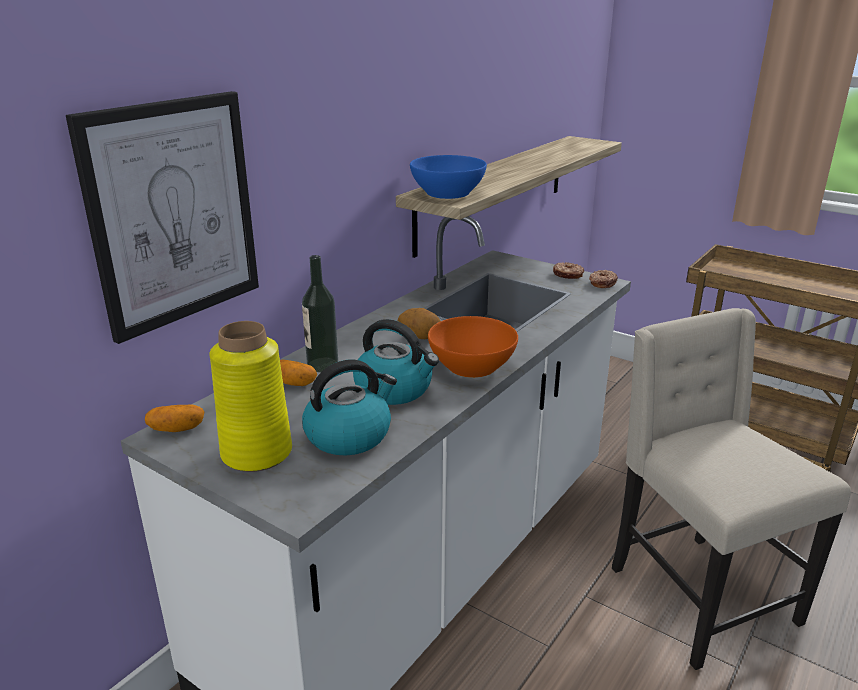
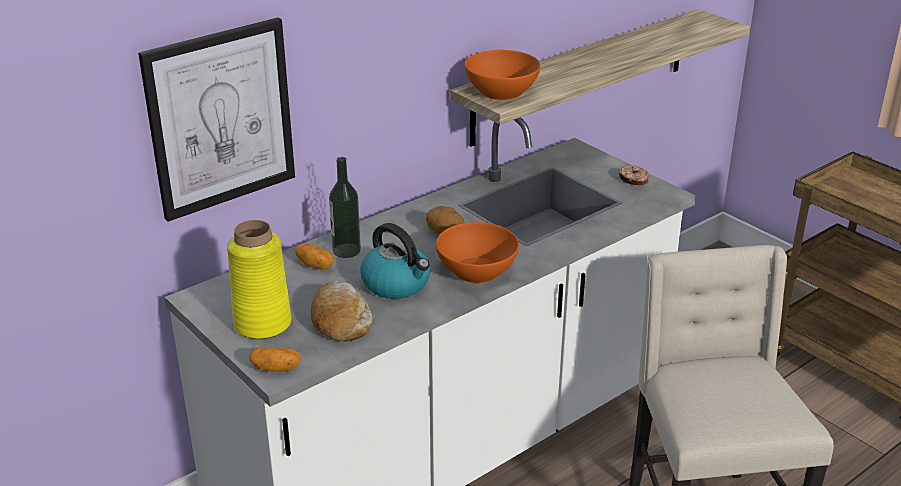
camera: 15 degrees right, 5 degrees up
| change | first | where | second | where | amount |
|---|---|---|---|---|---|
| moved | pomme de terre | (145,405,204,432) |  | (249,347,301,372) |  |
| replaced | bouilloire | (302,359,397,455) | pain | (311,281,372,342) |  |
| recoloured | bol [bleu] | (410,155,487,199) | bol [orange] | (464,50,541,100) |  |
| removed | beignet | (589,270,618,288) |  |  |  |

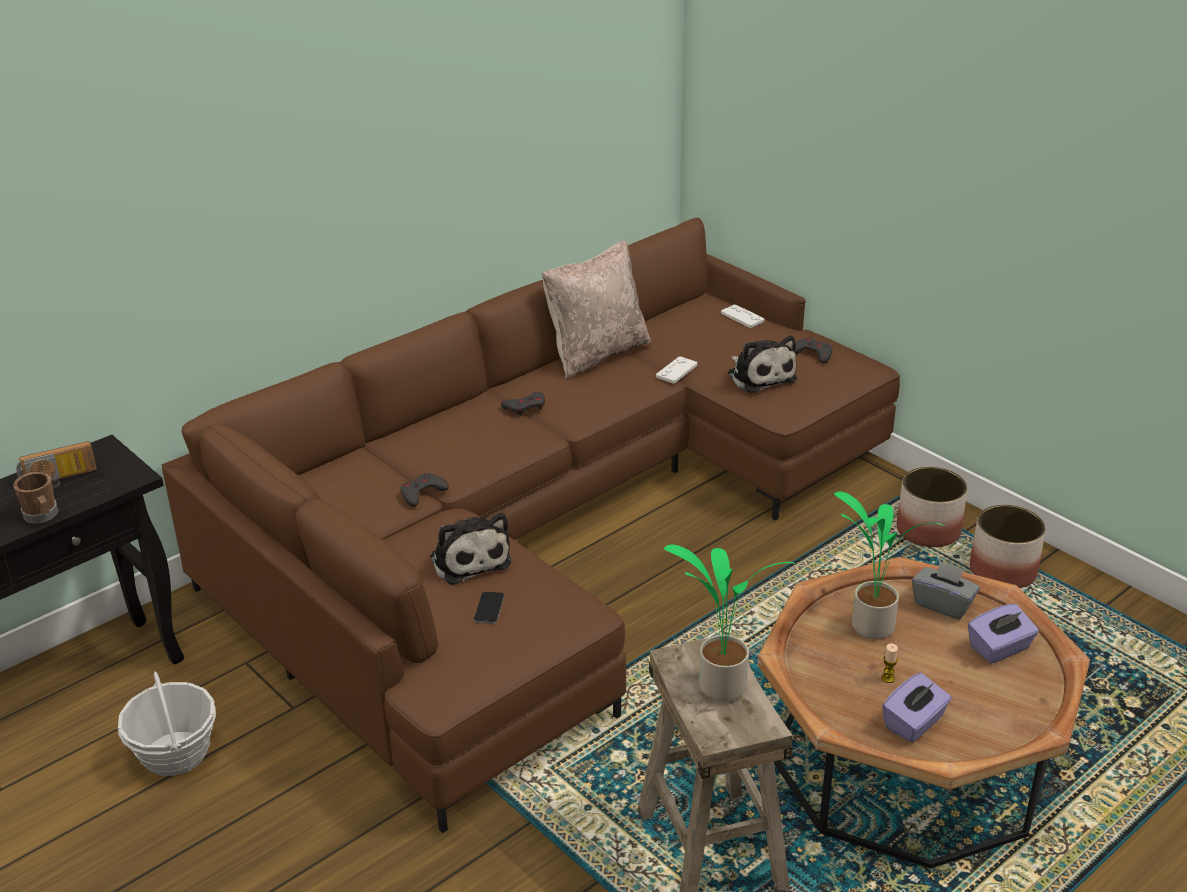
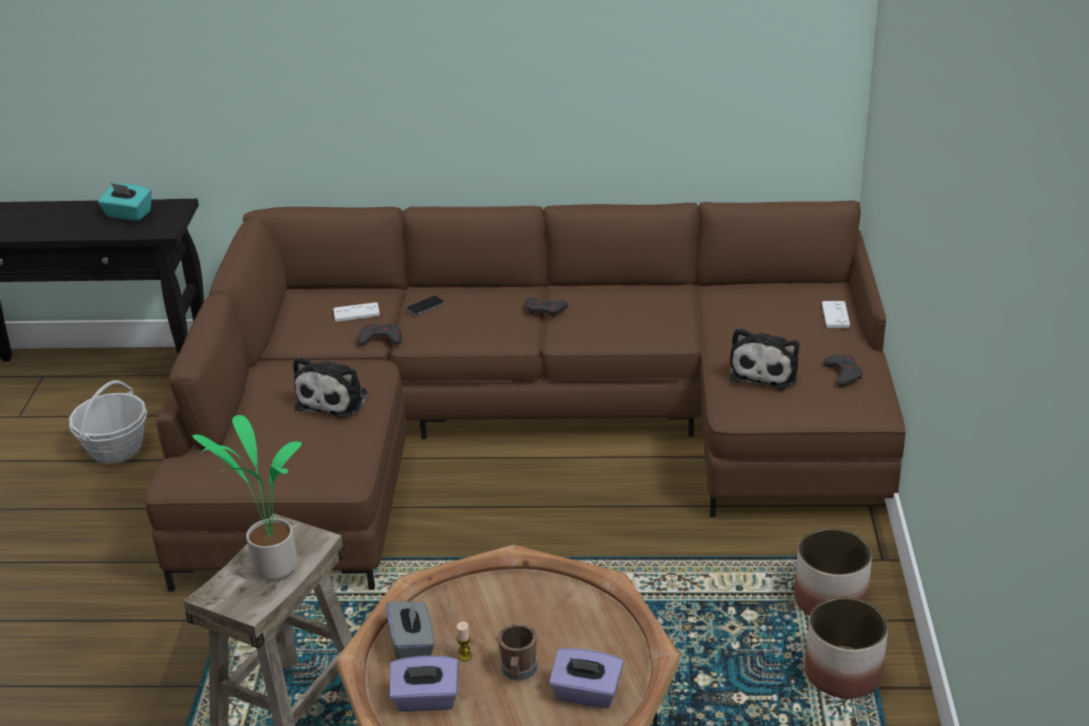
camera: 45 degrees right, 0 degrees up
| change | first | where | second | where | amount |
|---|---|---|---|---|---|
| replaced | radio | (16,441,97,489) | boîte à mouchoirs [turquoise] | (98,183,152,221) |  |
| moved | manette [blanc] | (656,356,698,383) |  | (333,302,380,322) |  |
| moved | boîte à mouchoirs [gris] | (912,560,980,620) |  | (386,599,434,660) |  |
| moved | téléphone | (474,592,504,624) |  | (406,296,444,315) |  |
| moved | mug [marron] | (13,472,59,524) |  | (498,623,537,681) |  |
| removed | coussin [beige] | (542,241,651,379) |  |  |  |
| removed | plante en pot | (834,492,944,639) |  |  |  |

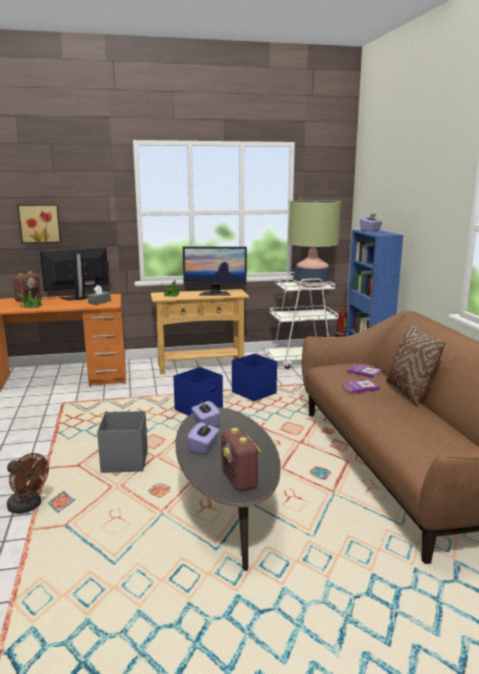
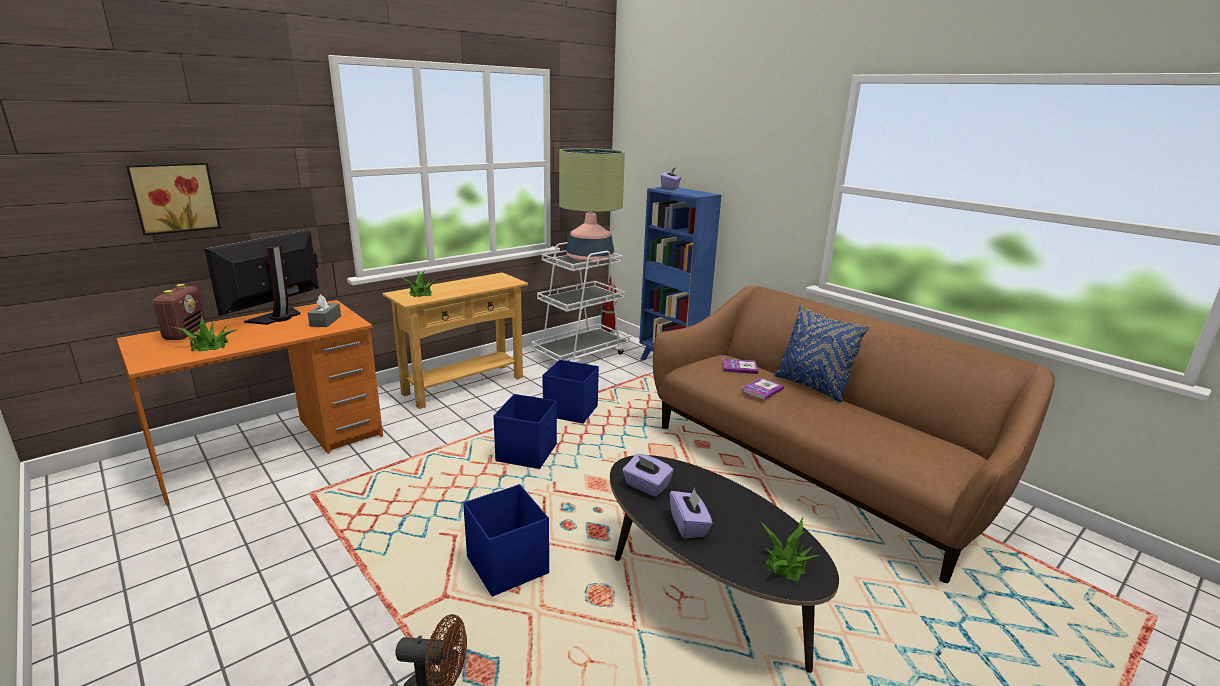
camera: 30 degrees left, 5 degrees up
| change | first | where | second | where | amount |
|---|---|---|---|---|---|
| recoloured | boîte de rangement [gris] | (97,411,148,473) | boîte de rangement [bleu] | (463,484,549,597) |  |
| replaced | radio | (221,428,261,492) | plante en pot | (761,518,819,582) |  |
| recoloured | coussin [marron] | (386,323,446,406) | coussin [bleu] | (774,305,869,402) |  |
| removed | écran d'ordinateur | (183,247,247,296) |  |  |  |

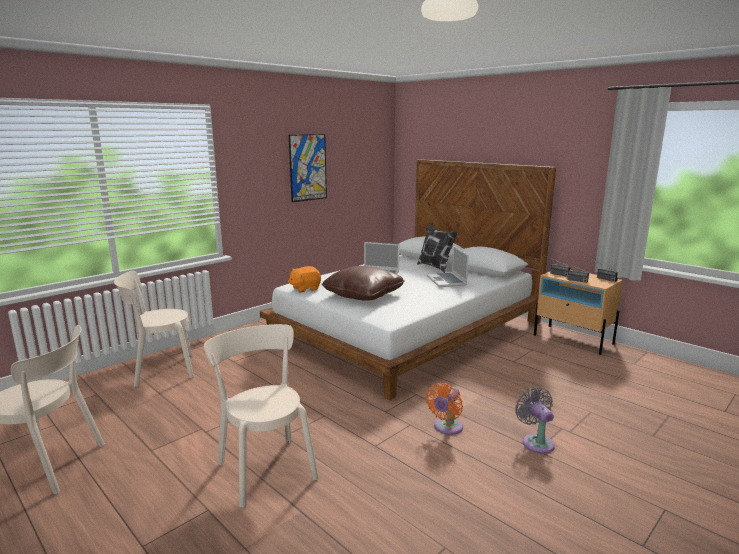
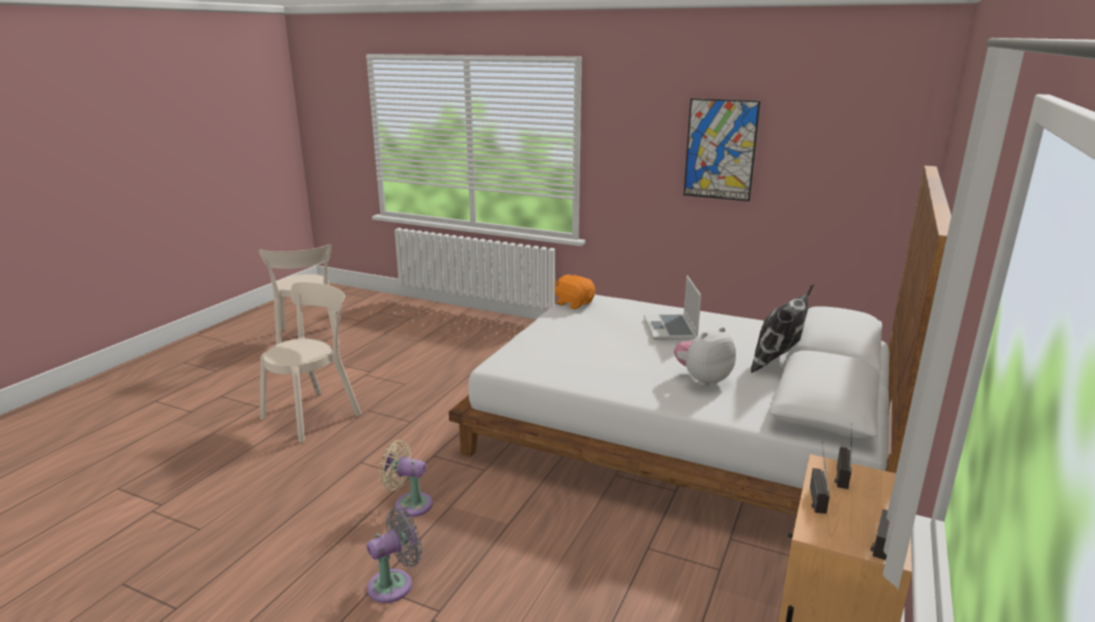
camera: 70 degrees right, 5 degrees up
| change | first | where | second | where | amount |
|---|---|---|---|---|---|
| recoloured | ventilateur [orange] | (426,382,463,435) | ventilateur [beige] | (379,440,433,517) |  |
| replaced | ordinateur portable | (427,246,468,287) | peluche | (674,327,736,386) |  |
| removed | chaise [beige] | (114,271,194,387) |  |  |  |
| removed | coussin [marron] | (322,266,405,301) |  |  |  |

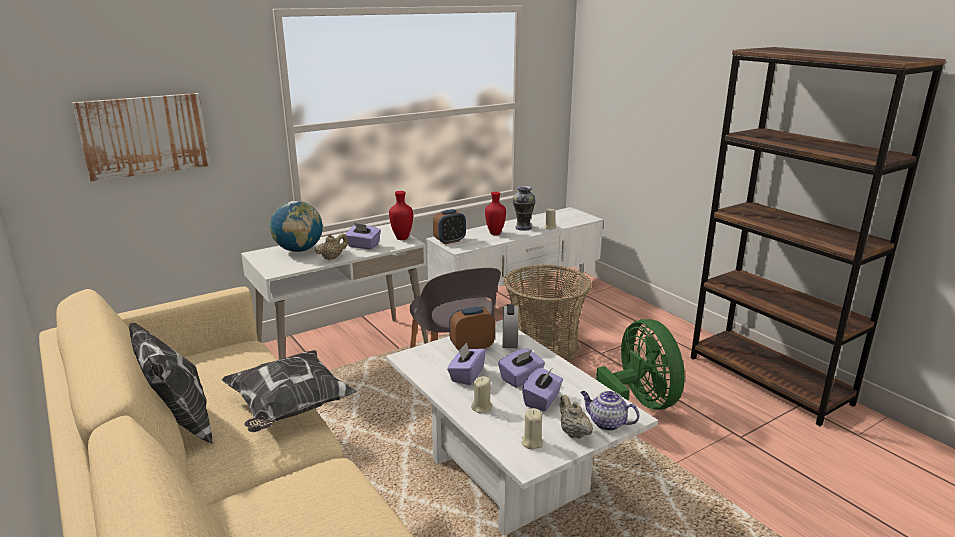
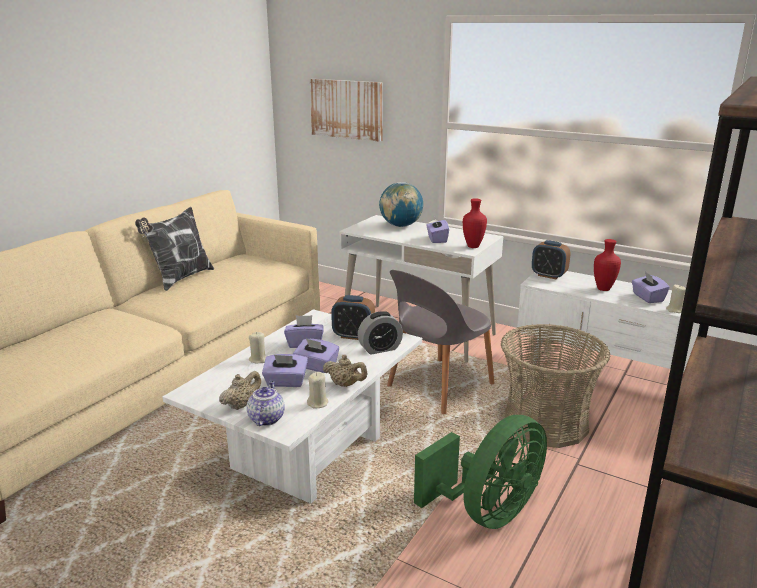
camera: 65 degrees right, 0 degrees up
| change | first | where | second | where | amount |
|---|---|---|---|---|---|
| moved | bougie [beige] | (522,408,543,449) |  | (307,372,329,409) |  |
| moved | théière [beige] | (315,233,348,260) |  | (323,355,367,387) |  |
| turned | réveil | (449,307,495,350) |  | (331,295,375,340) | 150 degrees clockwise |
| replaced | vase | (512,186,536,231) | boîte à mouchoirs [violet] | (632,272,669,303) |  |
| removed | coussin | (221,350,357,432) |  |  |  |

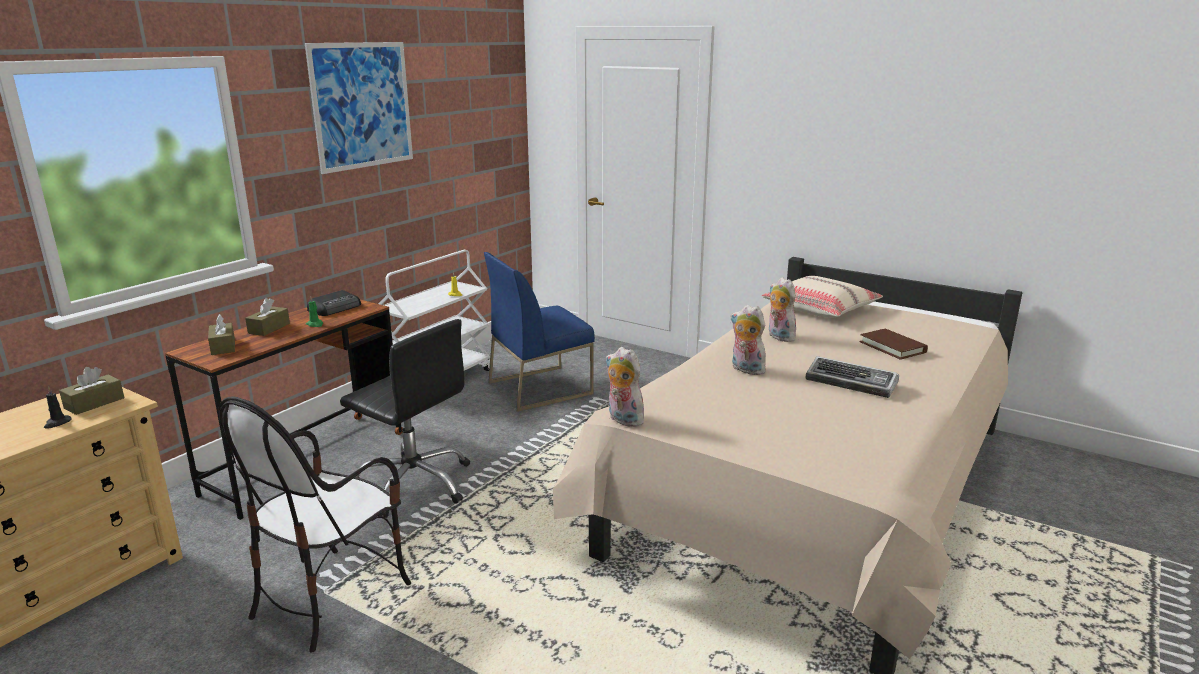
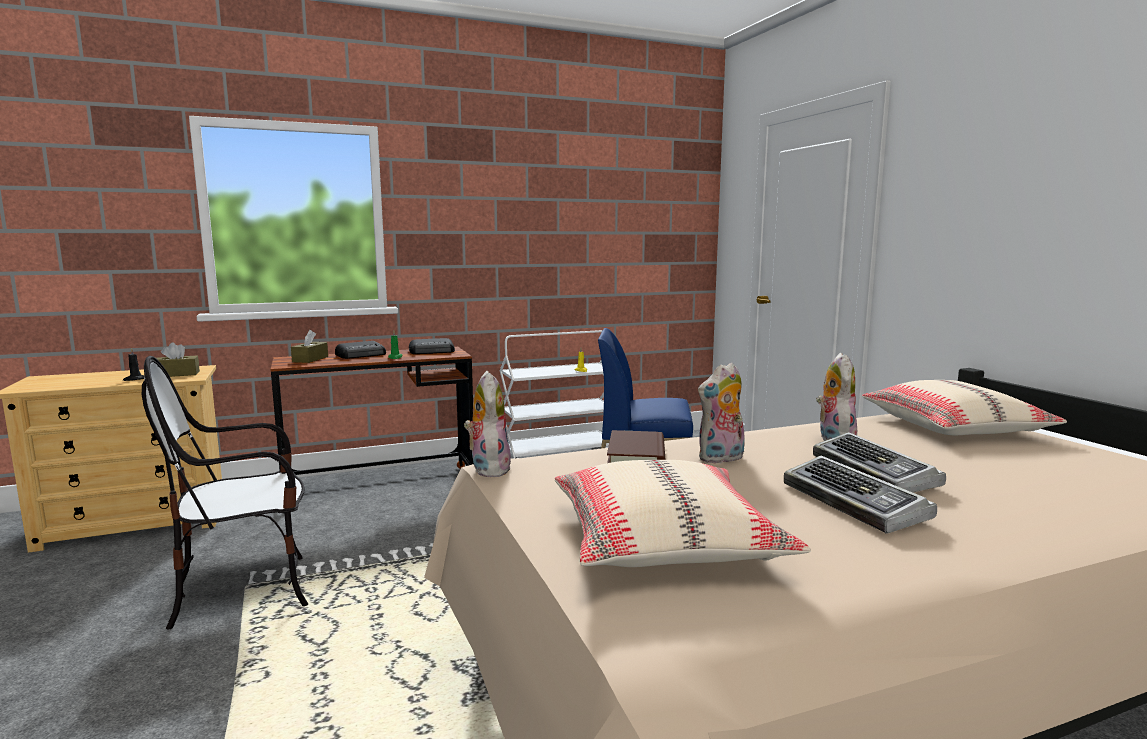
camera: 35 degrees right, 10 degrees down
| change | first | where | second | where | amount |
|---|---|---|---|---|---|
| replaced | boîte à mouchoirs [marron] | (245,298,290,336) | radio | (335,341,386,359) |  |
| added |  |  | coussin [beige] | (555,460,811,567) |  |
| moved | livre [marron] | (860,329,928,360) |  | (607,430,665,463) |  |
| turned | peluche | (730,305,766,375) |  | (698,362,745,464) | 105 degrees counterclockwise |
| added |  |  | clavier | (813,432,946,492) |  |
| removed | tableau | (305,42,413,174) |  |  |  |
| removed | chaise de bureau [noir] | (340,319,470,518) |  |  |  |

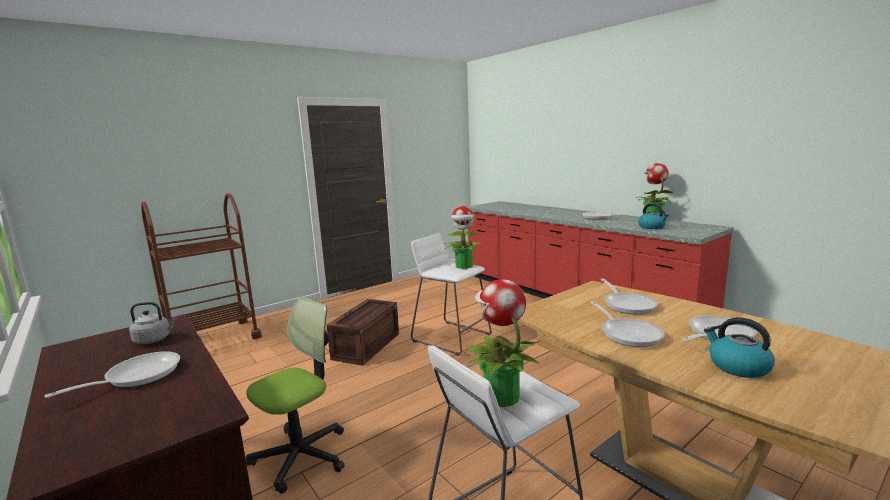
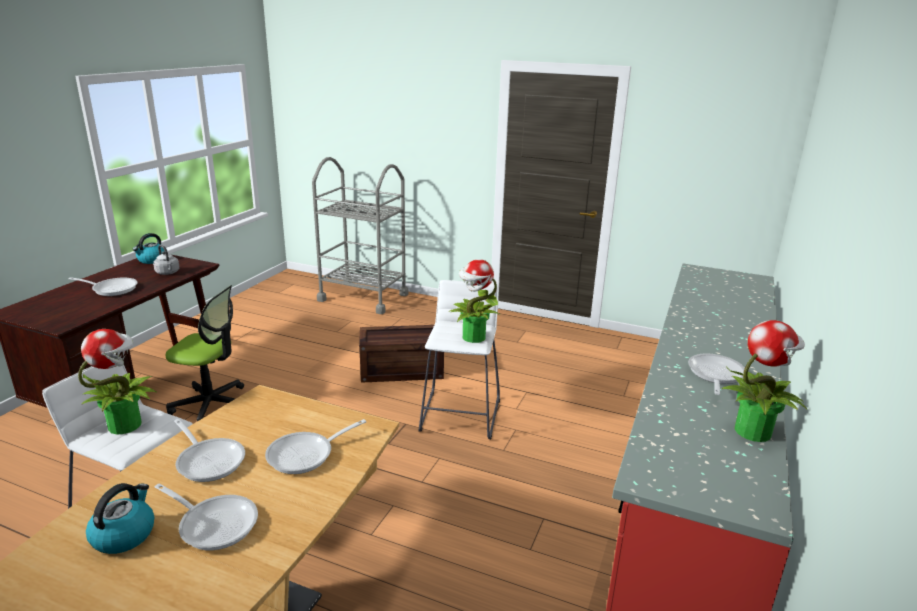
camera: 60 degrees right, 10 degrees up
| change | first | where | second | where | amount |
|---|---|---|---|---|---|
| moved | bouilloire | (638,203,669,229) |  | (133,233,164,264) |  |
| turned | poêle | (590,301,665,347) |  | (174,419,245,482) | 90 degrees counterclockwise |
| recoloured | chariot [marron] | (141,193,261,339) | chariot [gris] | (312,157,408,314) |  |

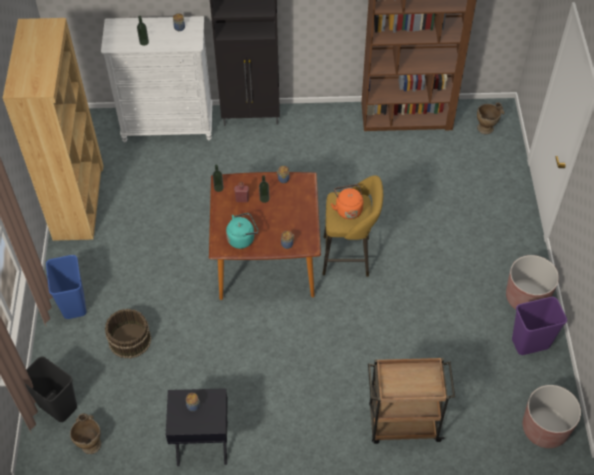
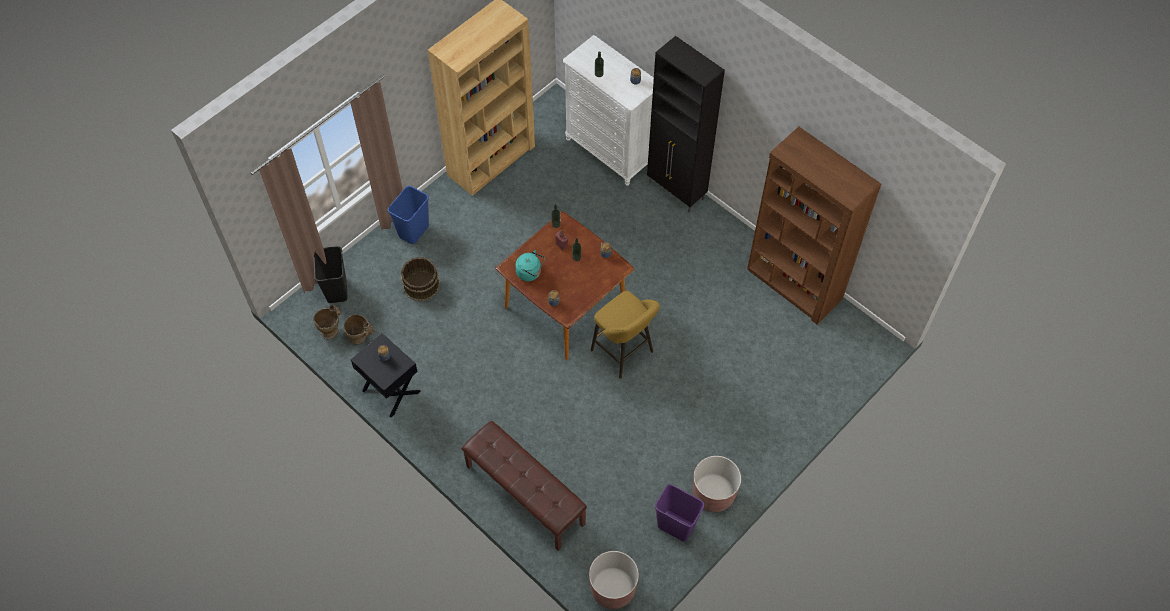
camera: 45 degrees right, 5 degrees up
| change | first | where | second | where | amount |
|---|---|---|---|---|---|
| moved | vase [beige] | (477,102,504,134) |  | (344,314,374,344) |  |
| replaced | chariot [marron] | (368,358,455,444) | banc [marron] | (462,421,587,551) |  |
| removed | bouilloire [orange] | (331,184,363,219) |  |  |  |

